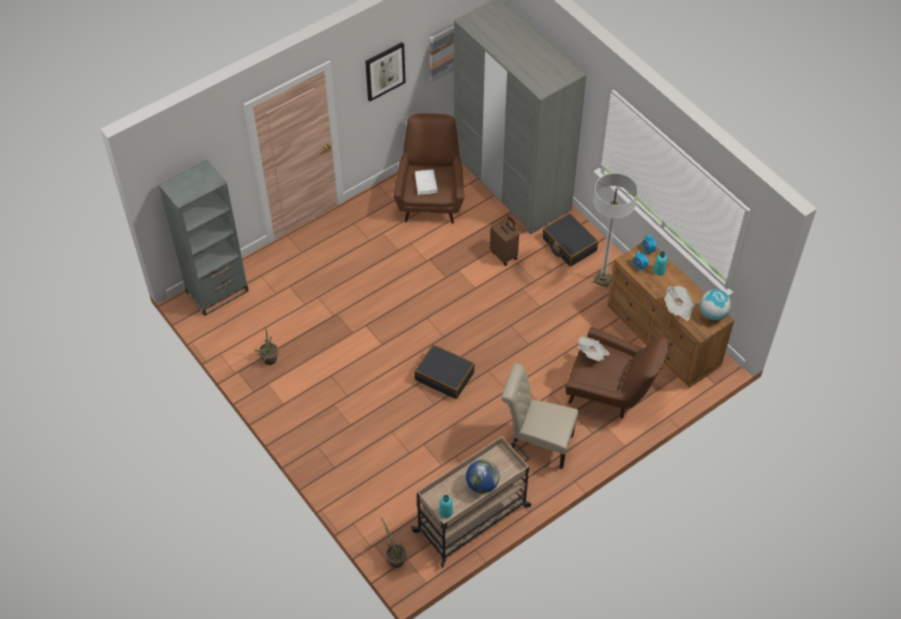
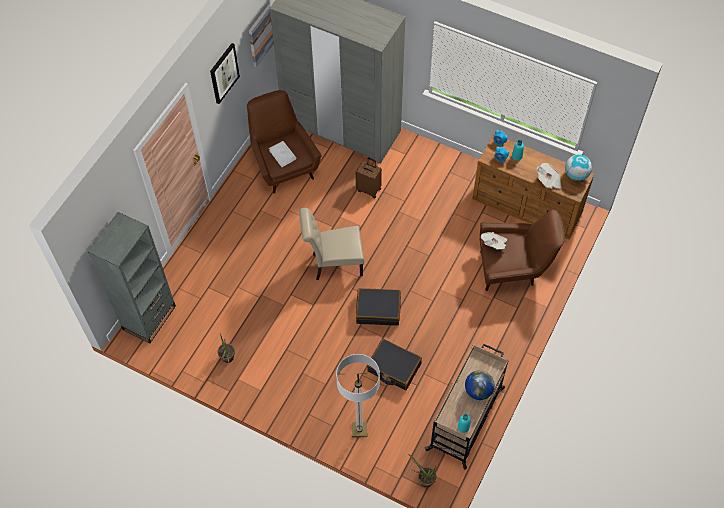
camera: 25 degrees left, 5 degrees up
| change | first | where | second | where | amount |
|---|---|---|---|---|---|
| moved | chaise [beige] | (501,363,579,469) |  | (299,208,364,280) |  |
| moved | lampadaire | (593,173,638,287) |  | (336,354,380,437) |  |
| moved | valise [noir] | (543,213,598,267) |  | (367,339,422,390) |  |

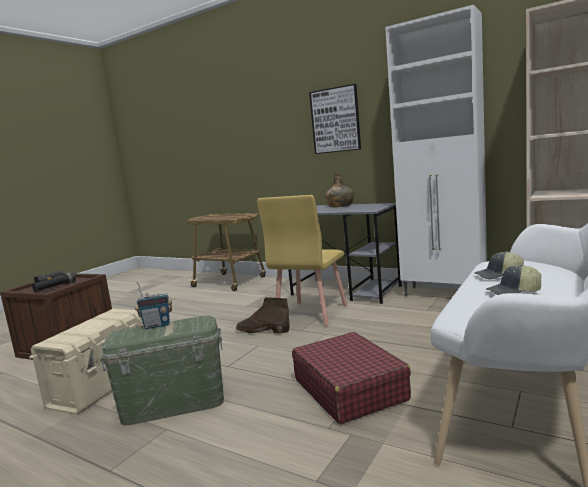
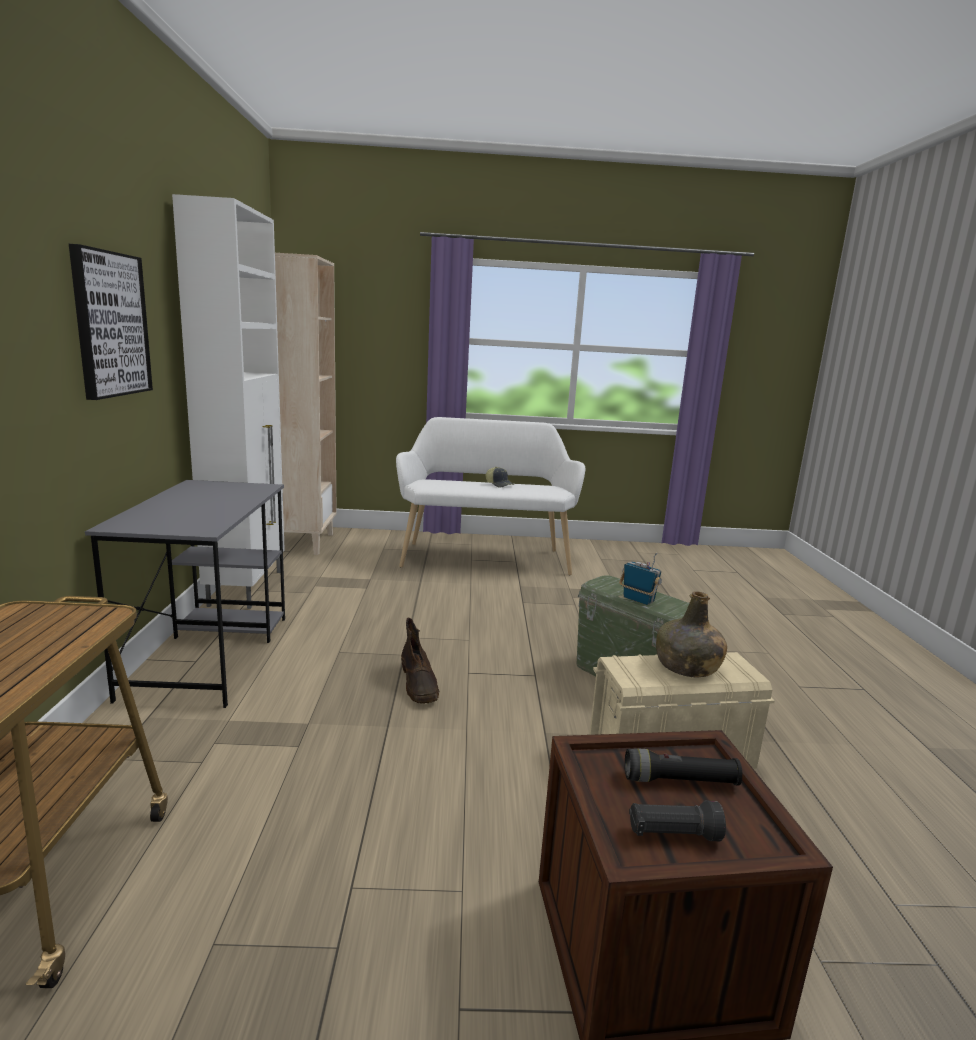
camera: 125 degrees left, 5 degrees up
| change | first | where | second | where | amount |
|---|---|---|---|---|---|
| moved | bouteille [vert] | (325,172,354,207) |  | (656,591,727,678) |  |
| removed | chaise [jaune] | (257,195,347,326) |  |  |  |
| removed | valise [rouge] | (292,332,411,424) |  |  |  |
| removed | casquette | (475,251,524,279) |  |  |  |

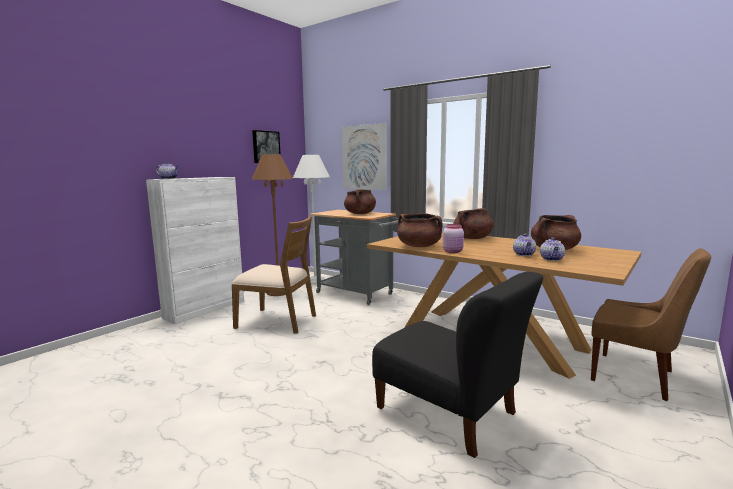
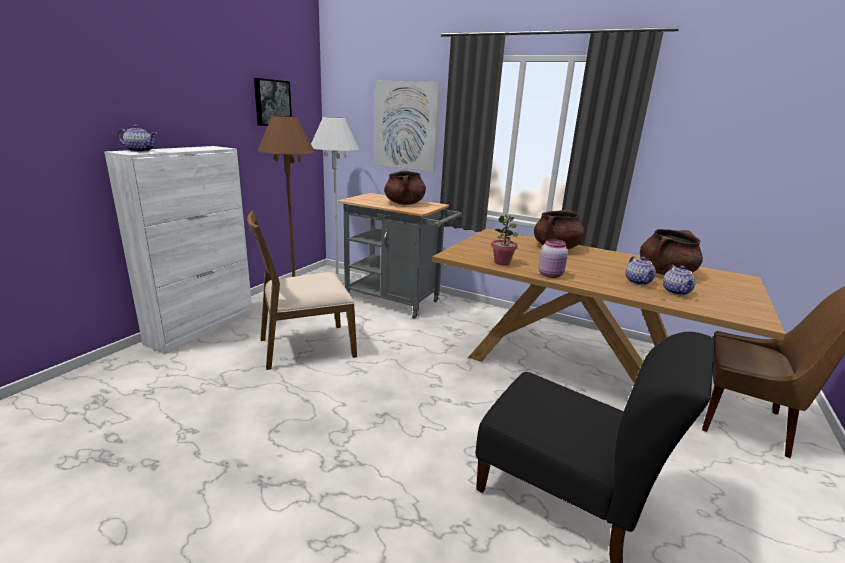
camera: 10 degrees left, 10 degrees up
| change | first | where | second | where | amount |
|---|---|---|---|---|---|
| turned | chaise [marron] | (232,216,316,334) |  | (247,210,357,370) | 150 degrees clockwise |
| replaced | marmite [marron] | (397,213,442,247) | plante en pot | (491,214,519,266) |  |

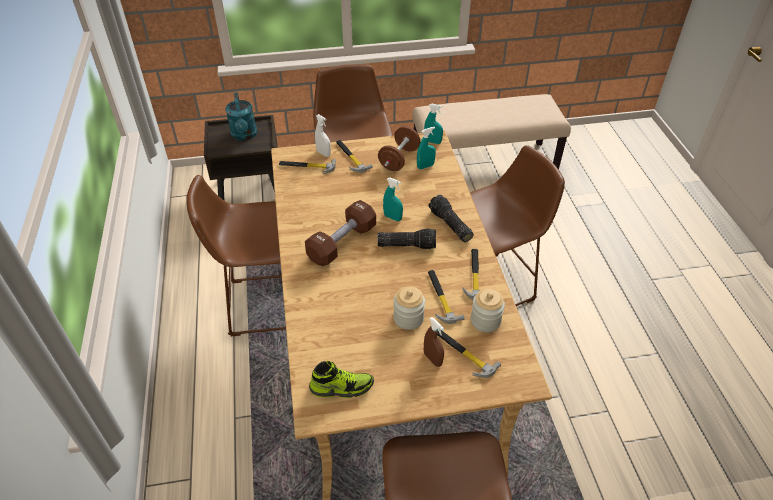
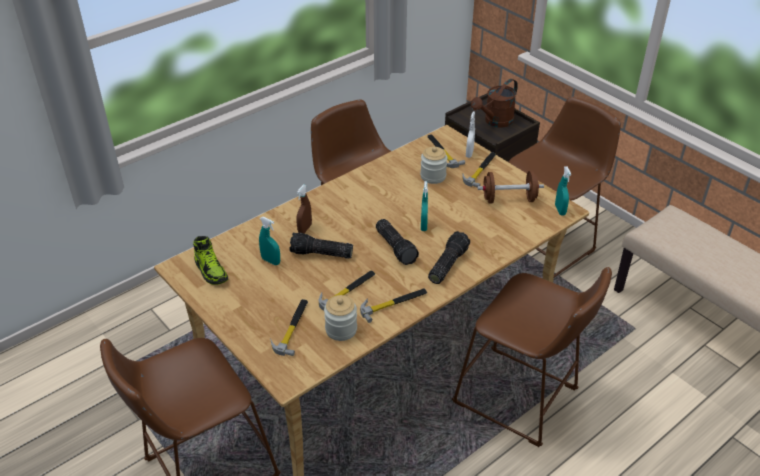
camera: 60 degrees right, 5 degrees down
| change | first | where | second | where | amount |
|---|---|---|---|---|---|
| moved | vaporisateur [turquoise] | (417,127,436,169) |  | (259,217,280,265) |  |
| added |  |  | lampe de poche | (290,233,353,258) |  |
| moved | vaporisateur [marron] | (424,317,444,367) |  | (296,185,312,233) |  |
| moved | bocal | (393,286,425,330) |  | (420,147,447,184) |  |
| recoloured | arrosoir [turquoise] | (225,92,257,141) | arrosoir [marron] | (471,79,518,127) |  |
| removed | haltère [marron] | (305,200,376,266) |  |  |  |

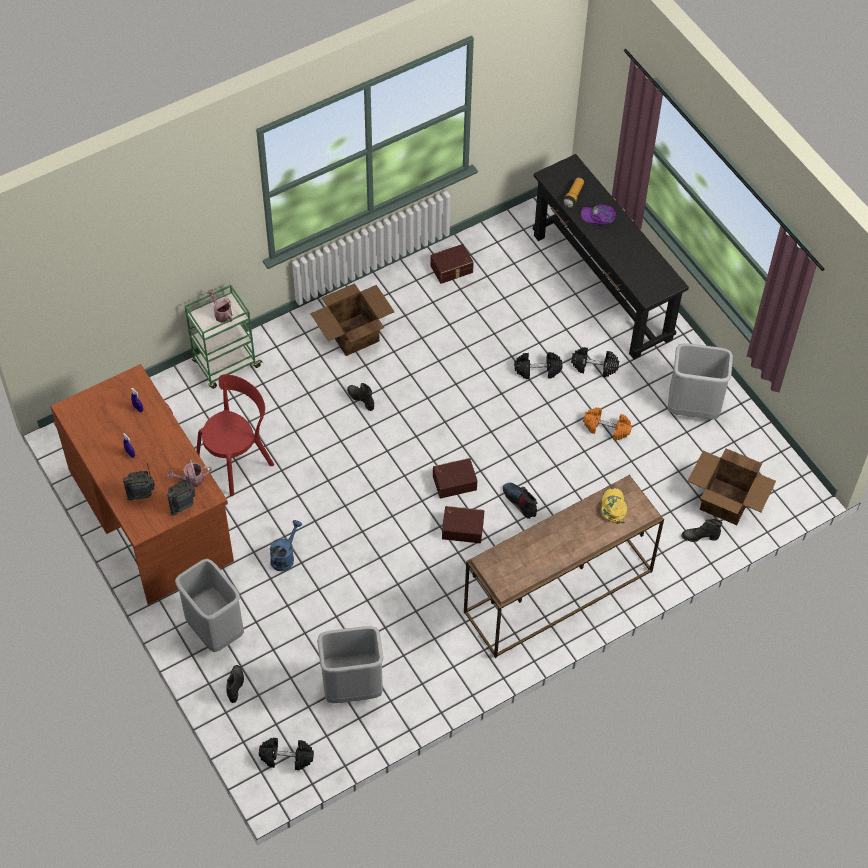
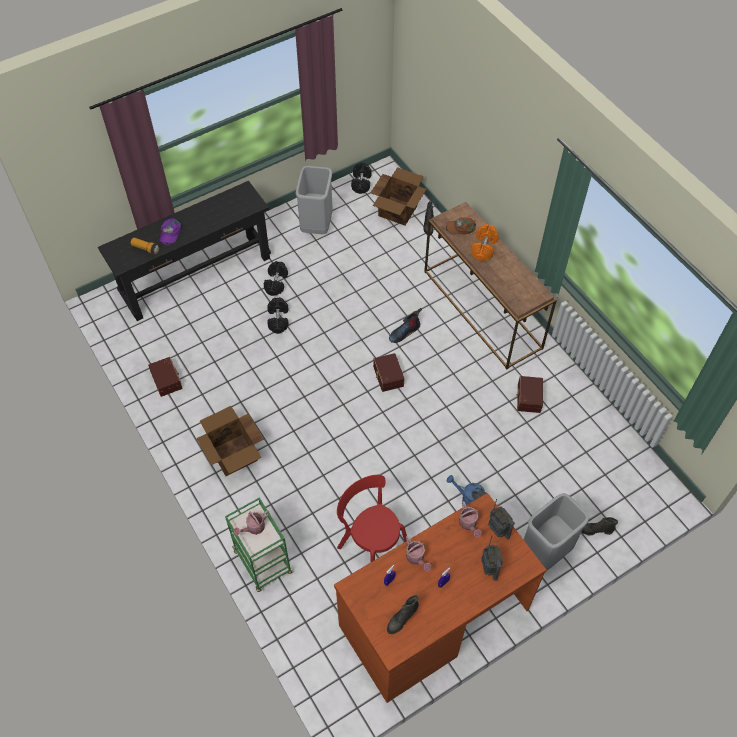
camera: 90 degrees left, 0 degrees up
| change | first | where | second | where | amount |
|---|---|---|---|---|---|
| moved | haltère [noir] | (259,738,314,770) |  | (351,163,372,194) |  |
| moved | botte [noir] | (347,383,374,411) |  | (387,595,419,634) |  |
| added |  |  | arrosoir | (406,536,431,571) |  |
| recoloured | casquette [jaune] | (601,488,627,524) | casquette [marron] | (446,217,476,235) |  |
| moved | haltère [orange] | (583,407,632,440) |  | (471,224,499,261) |  |
| moved | boîte de rangement [marron] | (442,506,484,543) |  | (516,376,543,413) |  |
| removed | poubelle [gris] | (317,626,384,703) |  |  |  |

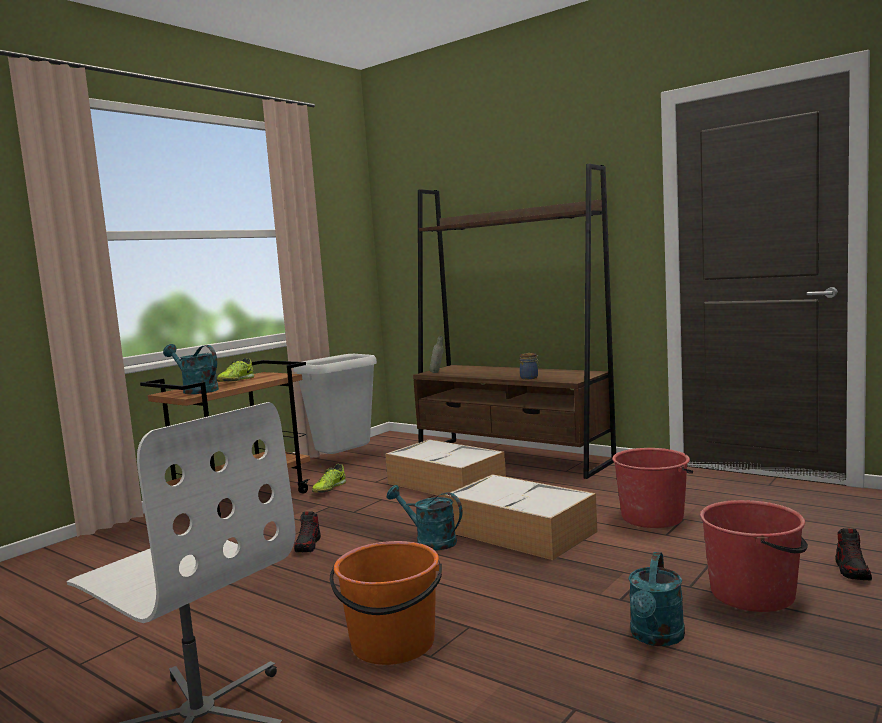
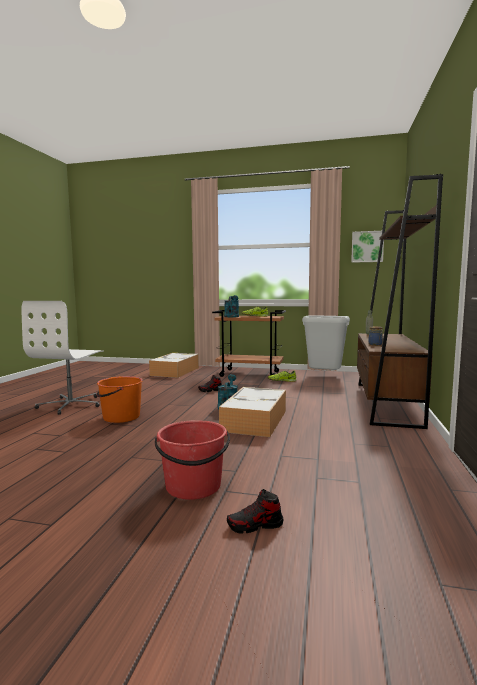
camera: 65 degrees right, 0 degrees up
| change | first | where | second | where | amount |
|---|---|---|---|---|---|
| moved | boîte de rangement | (385,440,506,497) |  | (149,353,199,378) |  |
| added |  |  | tableau | (351,231,384,263) |  |
| removed | seau [rouge] | (612,448,693,528) |  |  |  |
| removed | arrosoir [turquoise] | (628,552,685,646) |  |  |  |

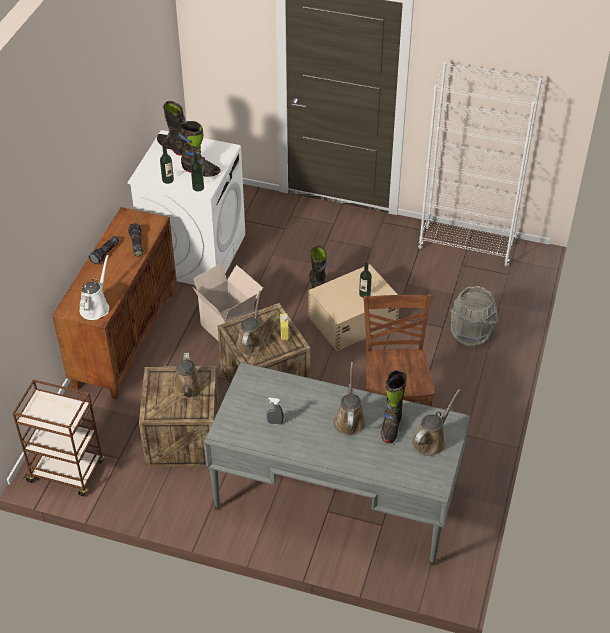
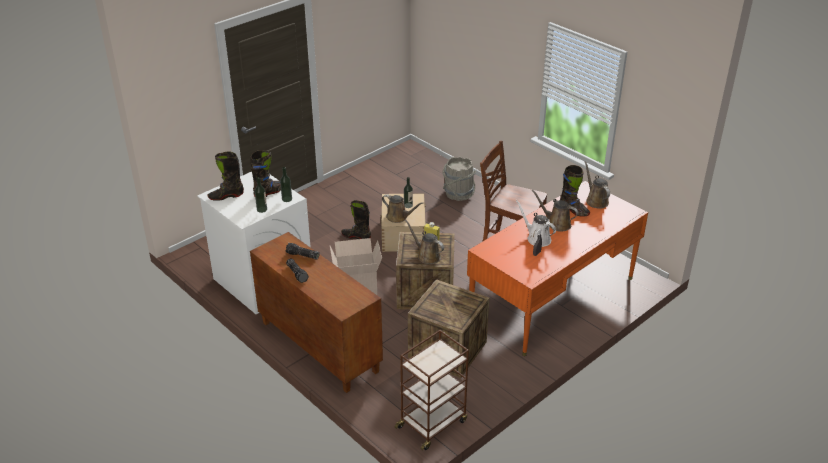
camera: 60 degrees left, 10 degrees down
| change | first | where | second | where | amount |
|---|---|---|---|---|---|
| moved | arrosoir [marron] | (173,353,203,399) |  | (382,194,423,223) |  |
| recoloured | bureau [gris] | (204,362,471,566) | bureau [orange] | (467,181,648,356) |  |
| moved | arrosoir [blanc] | (79,255,109,320) |  | (516,200,556,247) |  |
| removed | bibliothèque [blanc] | (418,62,542,267) |  |  |  |

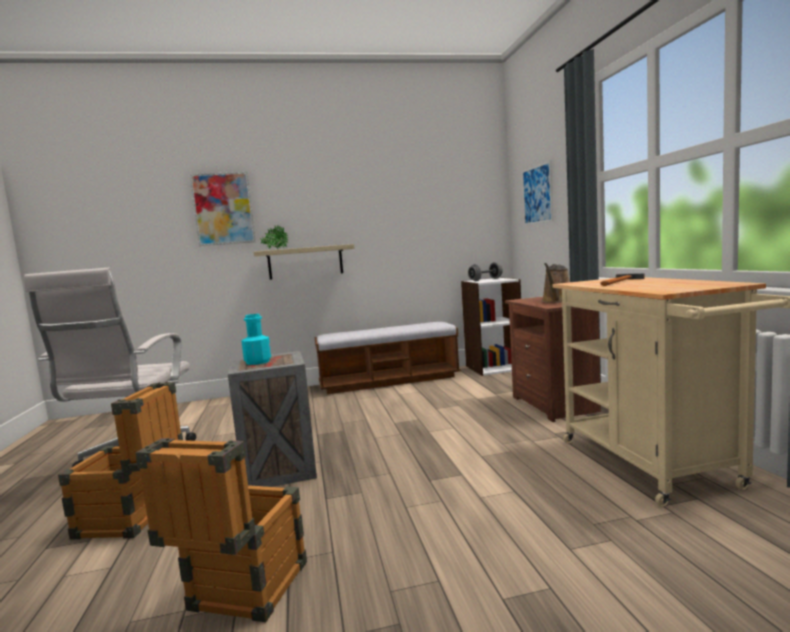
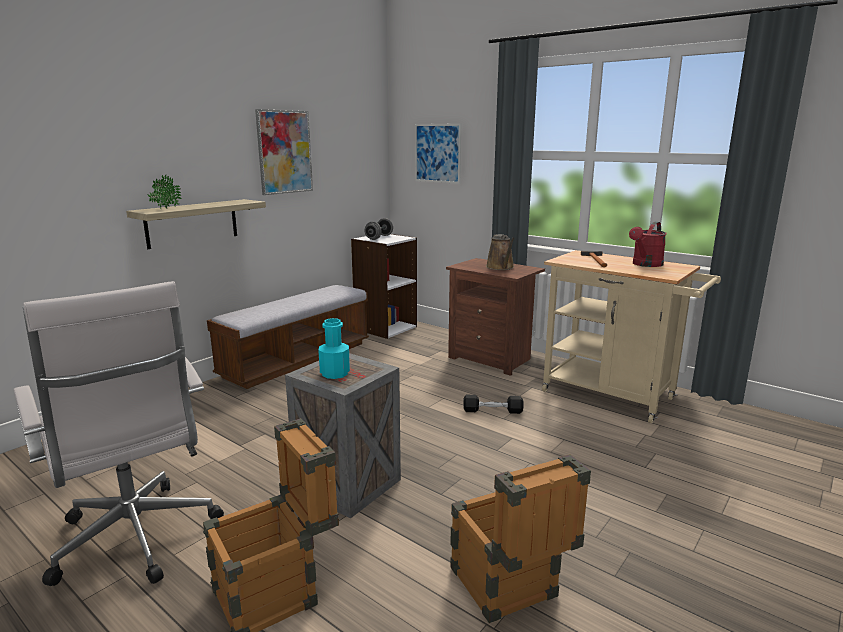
camera: 40 degrees left, 10 degrees up
| change | first | where | second | where | amount |
|---|---|---|---|---|---|
| moved | tableau | (190,172,256,246) |  | (255,109,313,195) |  |
| added |  |  | haltère [noir] | (463,395,523,414) |  |
| added |  |  | arrosoir [rouge] | (629,222,667,267) |  |

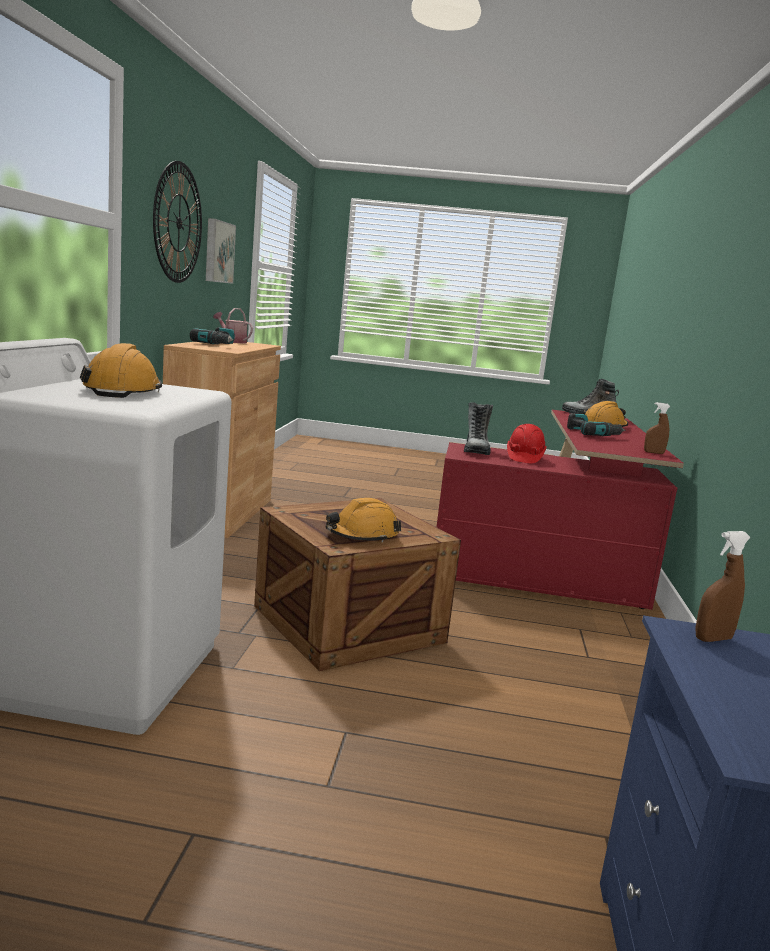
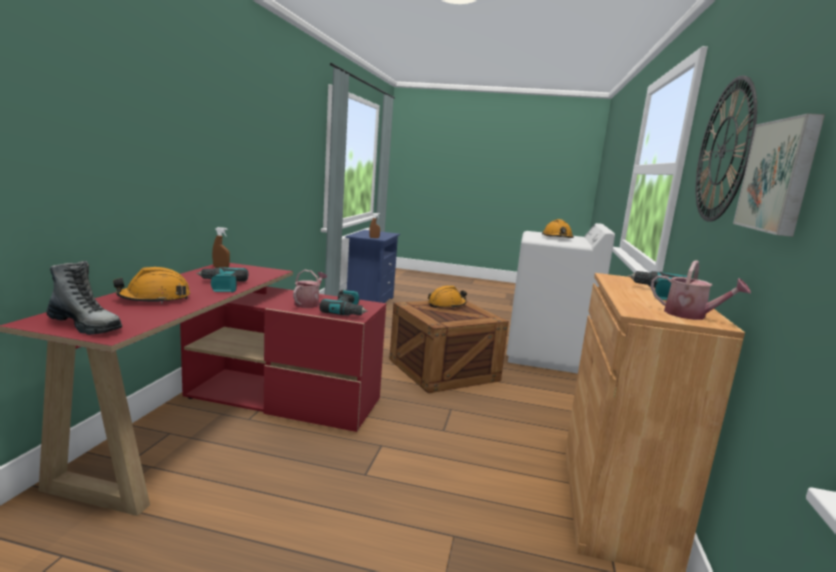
camera: 175 degrees left, 0 degrees up
| change | first | where | second | where | amount |
|---|---|---|---|---|---|
| replaced | casque de chantier [rouge] | (507,424,547,463) | arrosoir | (293,270,327,308) |  |
| replaced | botte | (464,402,493,455) | perceuse | (319,290,368,315) |  |

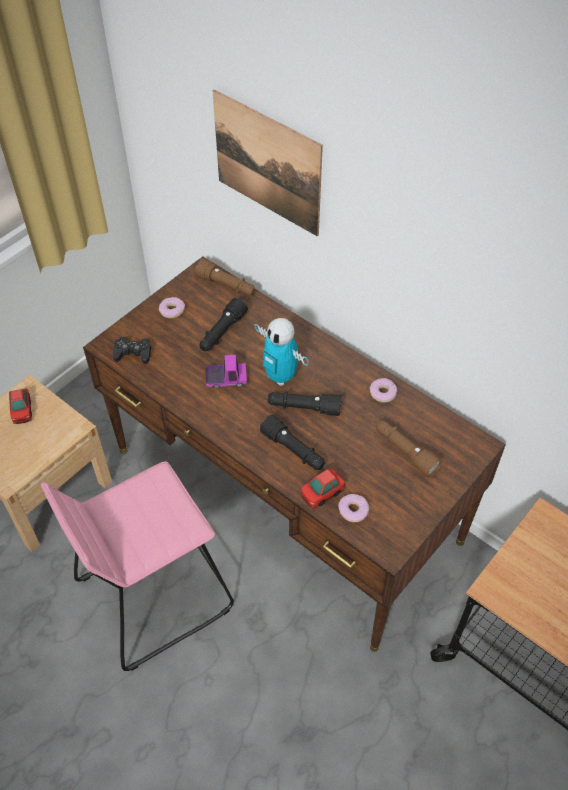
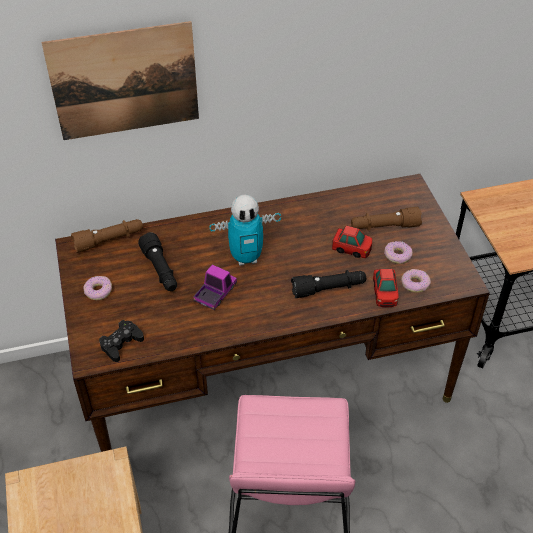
camera: 55 degrees left, 5 degrees down
| change | first | where | second | where | amount |
|---|---|---|---|---|---|
| moved | petite voiture | (9,389,32,424) |  | (332,225,372,258) |  |
| moved | beignet | (370,378,397,403) |  | (384,241,413,264) |  |
| removed | lampe de poche [noir] | (268,391,342,416) |  |  |  |

